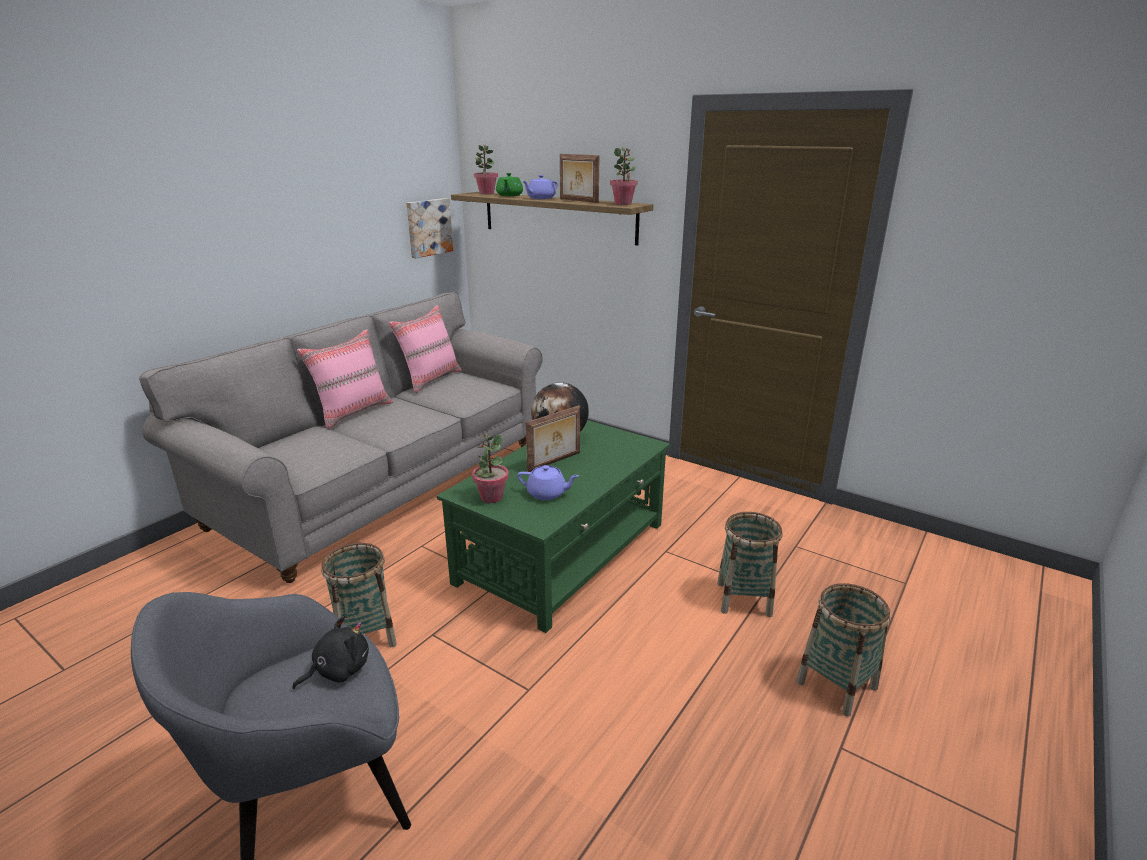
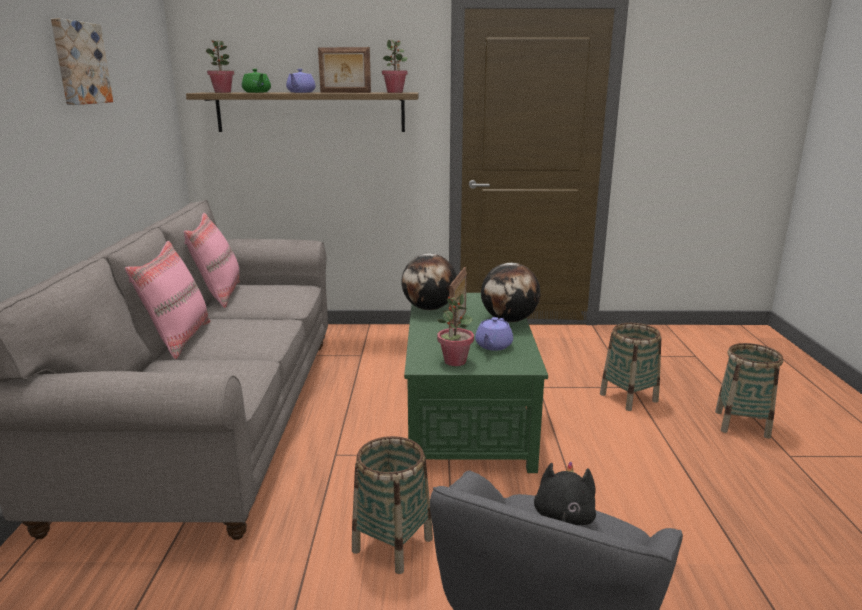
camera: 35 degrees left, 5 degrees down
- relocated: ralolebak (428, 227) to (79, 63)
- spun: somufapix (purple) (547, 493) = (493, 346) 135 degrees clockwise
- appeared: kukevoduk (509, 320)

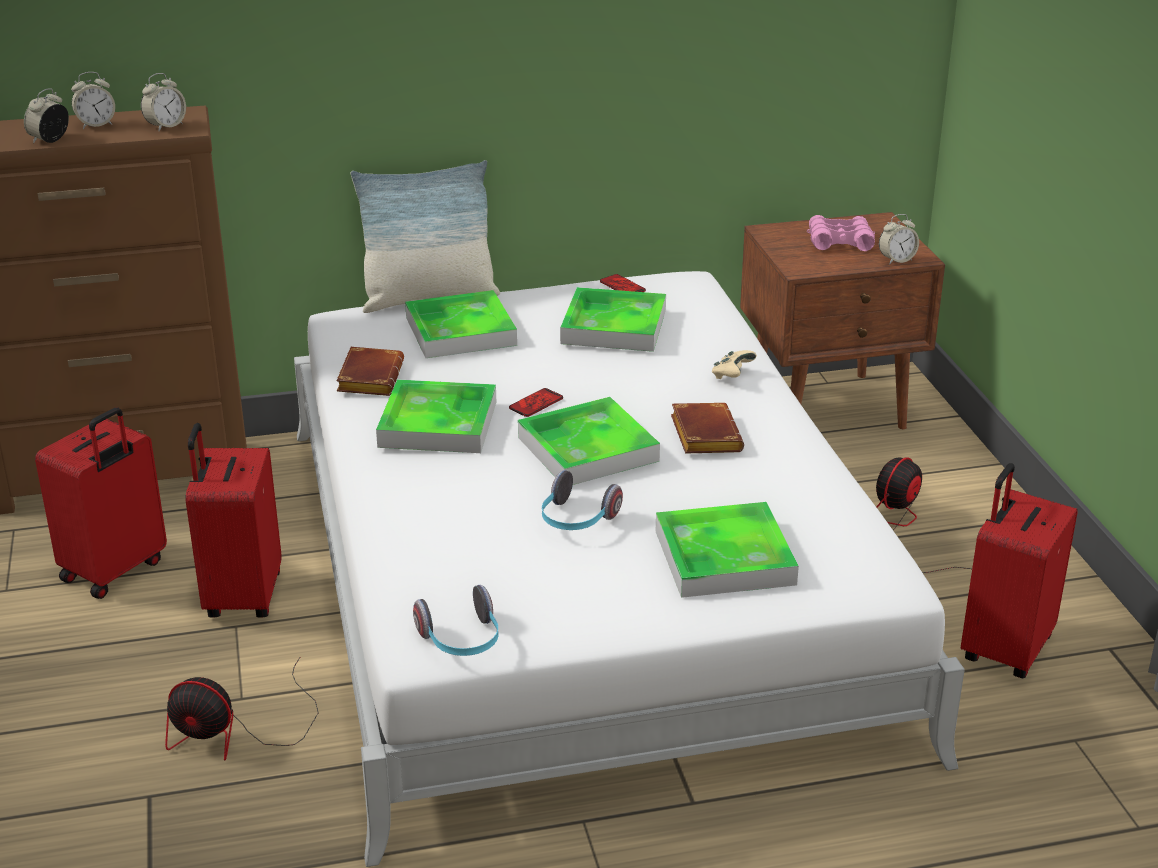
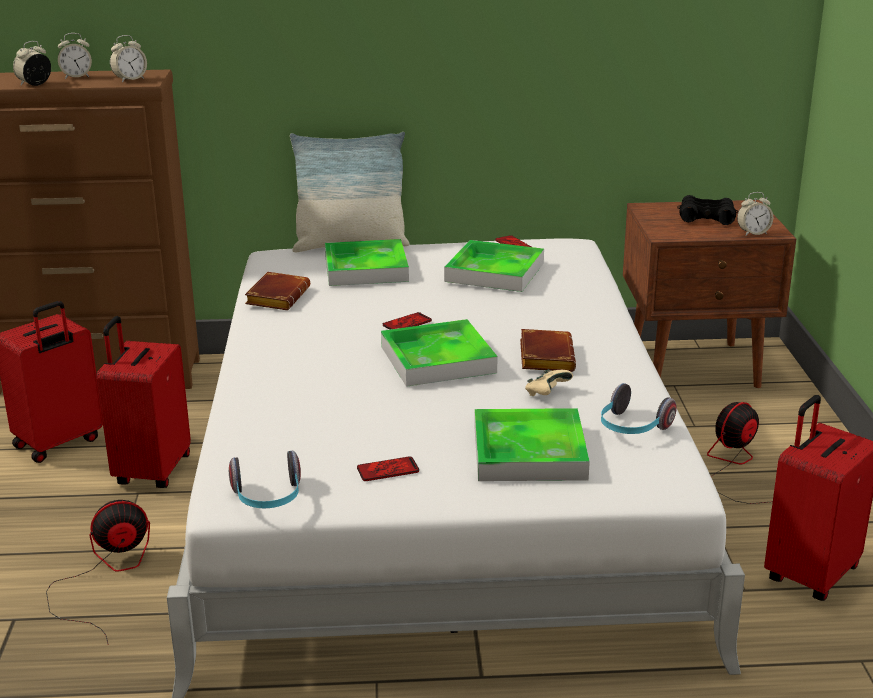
camera: 10 degrees right, 5 degrees down
- spun: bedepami (237, 731) = (106, 575) 135 degrees clockwise
- appeared: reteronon (388, 470)
- relocated: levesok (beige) (732, 375) to (547, 393)
- relocated: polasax (576, 520) to (632, 428)
- colour: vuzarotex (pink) (839, 242) to vuzarotex (black) (706, 218)
- missing: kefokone (438, 424)

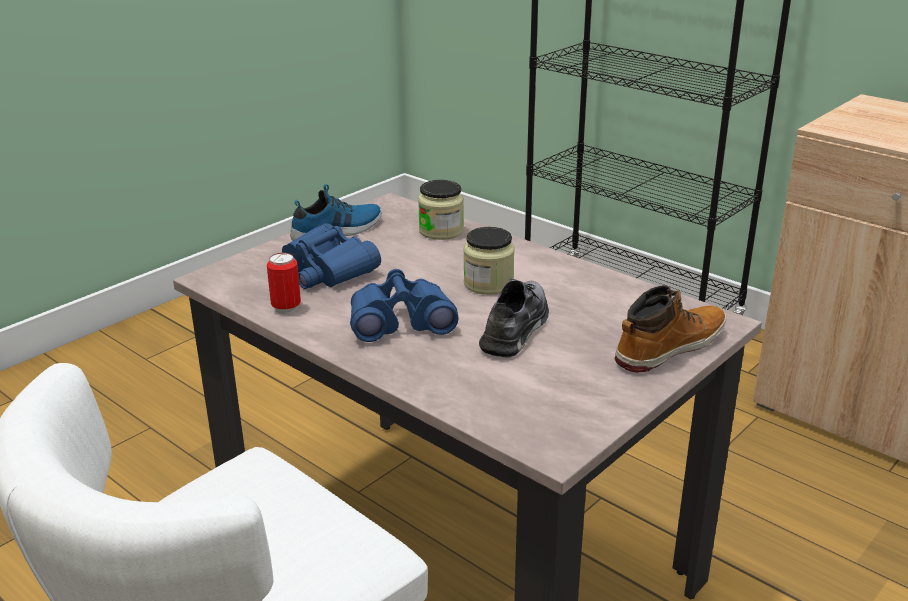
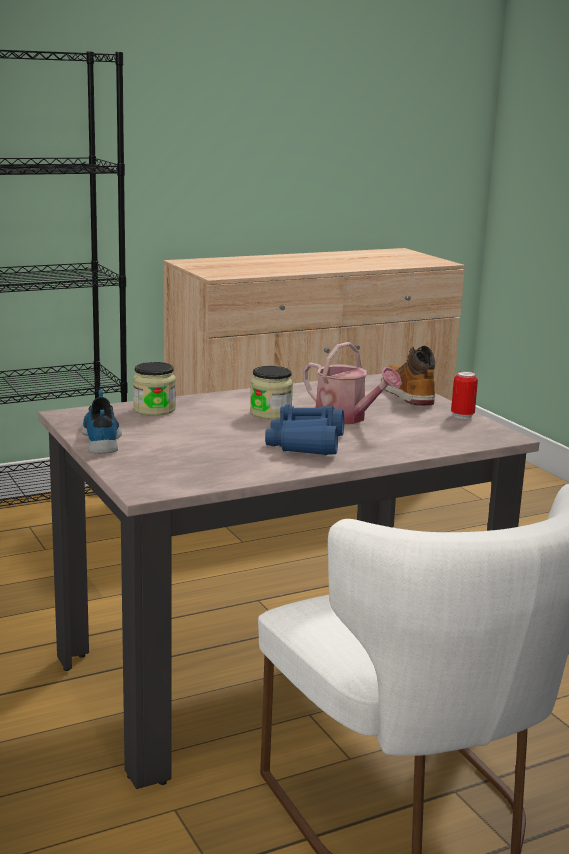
camera: 70 degrees left, 10 degrees down
- exchanged: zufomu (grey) (516, 327) to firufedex (346, 418)
- relocated: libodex (286, 308) to (462, 416)
- missing: vuzarotex (blue) (325, 271)

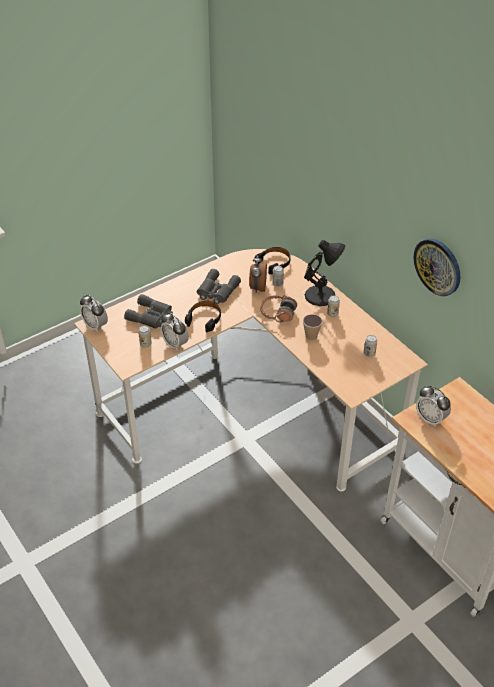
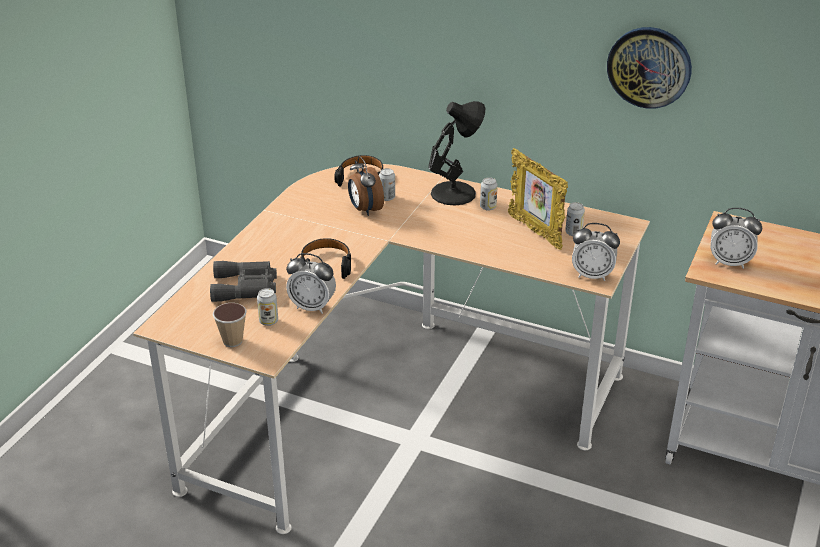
camera: 30 degrees left, 10 degrees down
- relocated: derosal (311, 336) to (232, 341)
- appeared: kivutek (535, 232)
- relocated: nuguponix (95, 326) to (592, 275)
- missing: vuzarotex (grey) (217, 291)
- missing: polasax (277, 313)

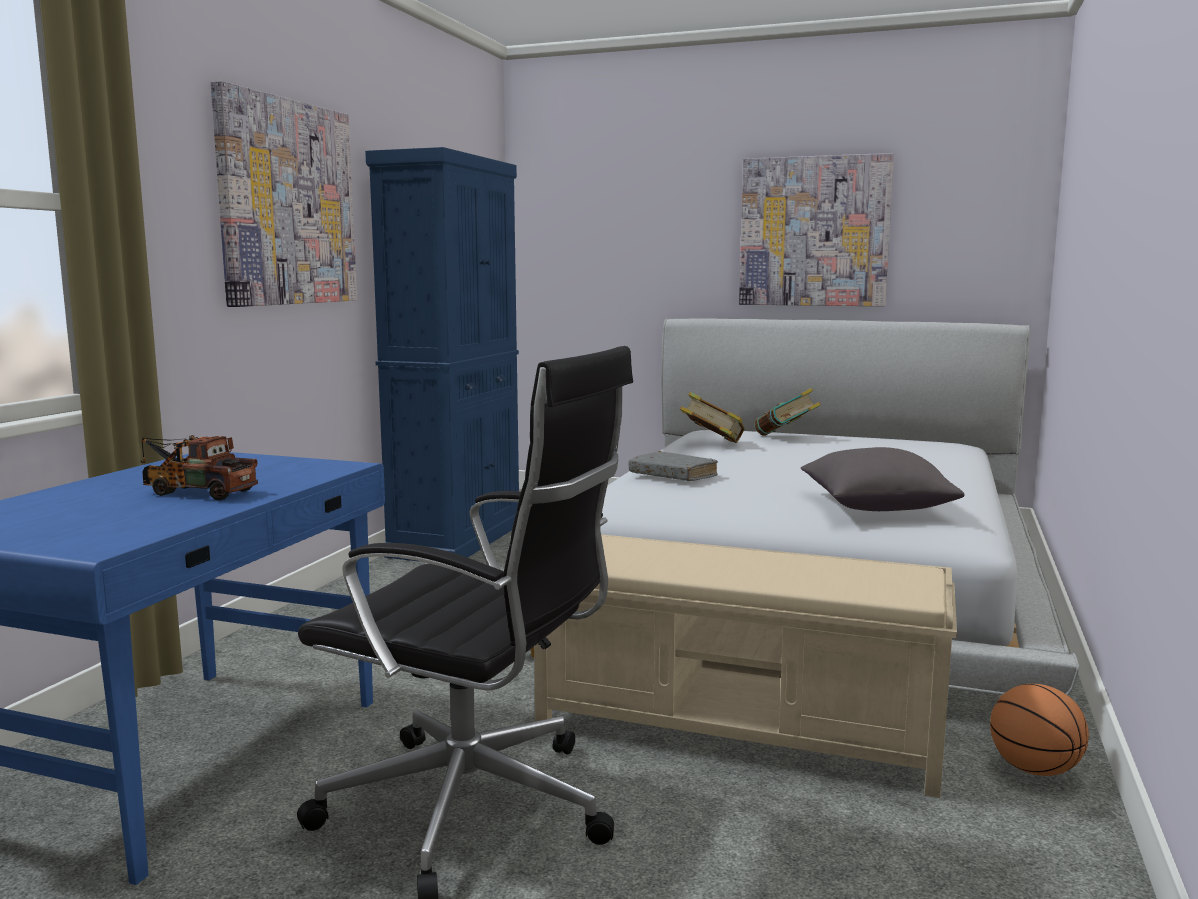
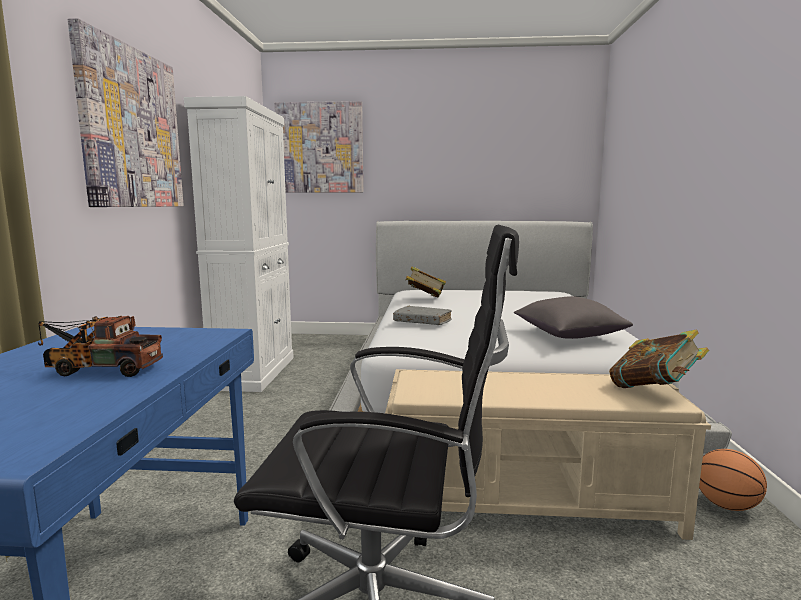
camera: 15 degrees left, 0 degrees up
- colour: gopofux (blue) (457, 539) to gopofux (white) (254, 372)
- relocated: ralolebak (814, 232) to (320, 148)
- relocated: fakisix (785, 437) to (654, 391)

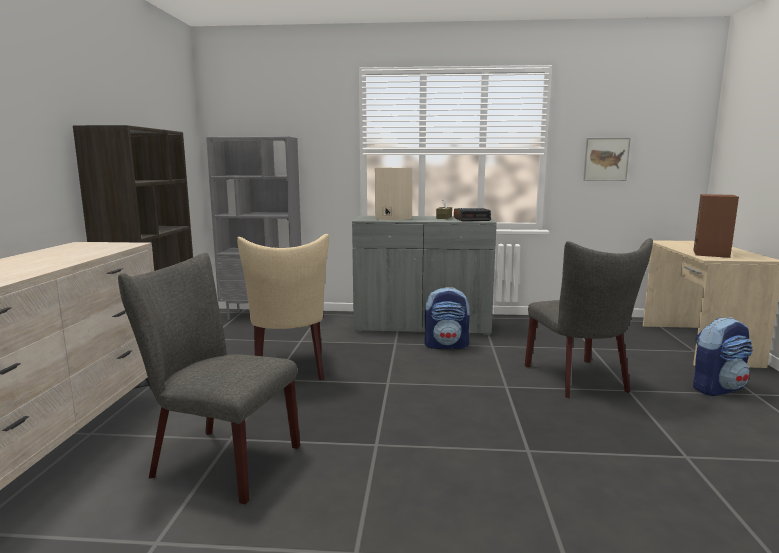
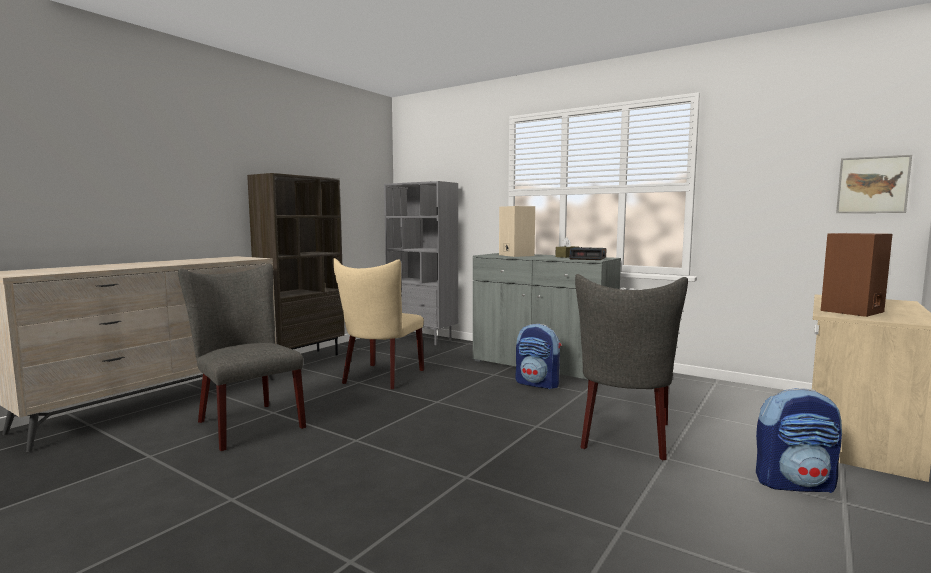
camera: 30 degrees right, 5 degrees down
- relocated: ralolebak (606, 159) to (872, 185)

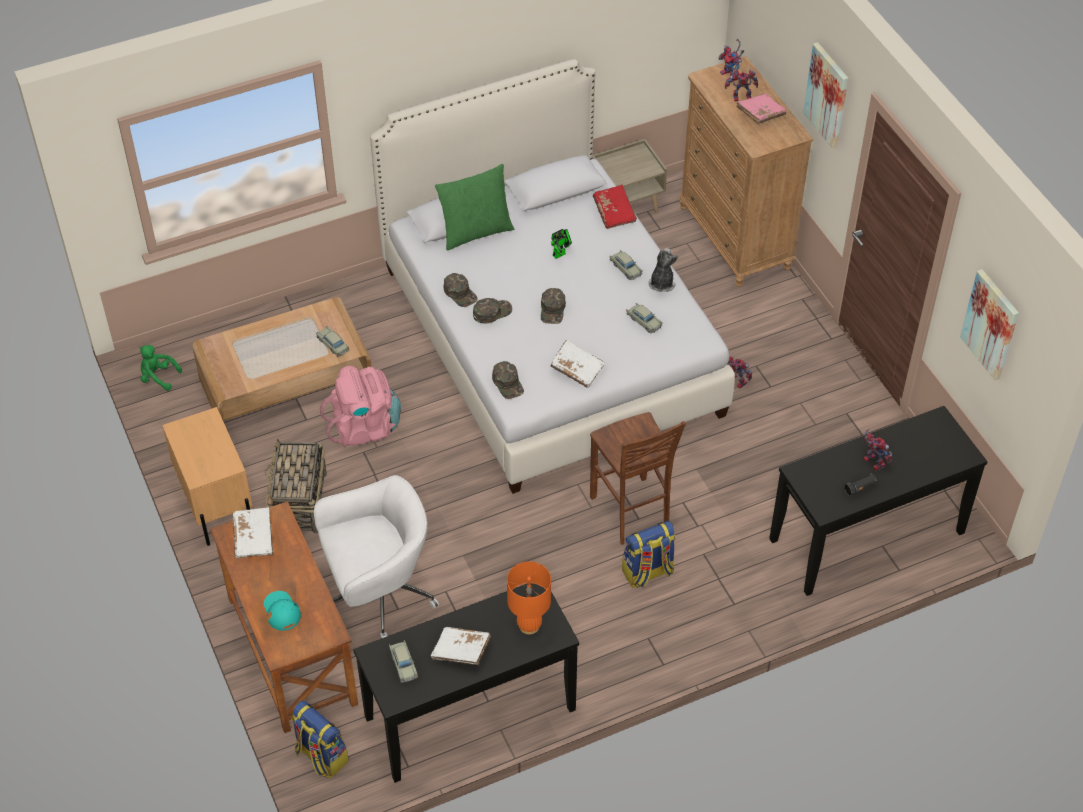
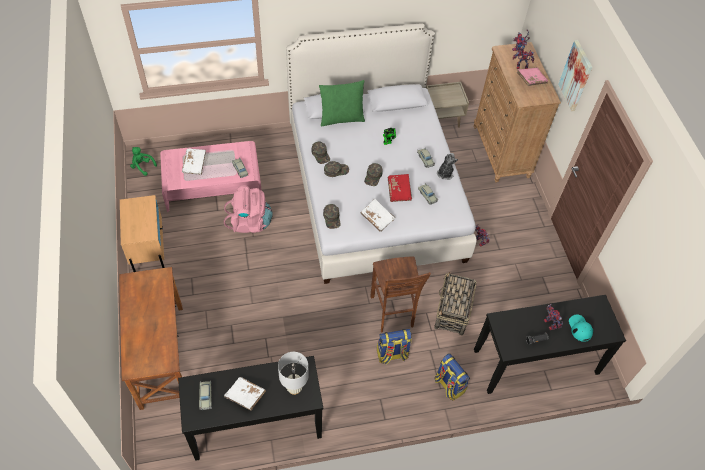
camera: 10 degrees right, 5 degrees up
- colour: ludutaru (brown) (286, 384) to ludutaru (pink) (213, 186)
- relocated: fakisix (white) (254, 538) to (194, 164)
- colour: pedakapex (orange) (529, 626) to pedakapex (white) (294, 388)
- relocated: fakisix (red) (614, 212) to (399, 191)
- relocated: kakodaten (299, 503) to (452, 312)
- relocated: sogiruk (321, 756) to (448, 385)
- relocated: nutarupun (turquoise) (281, 611) to (580, 328)
- missing: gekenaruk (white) (378, 594)
- missing: ralolebak (991, 324)

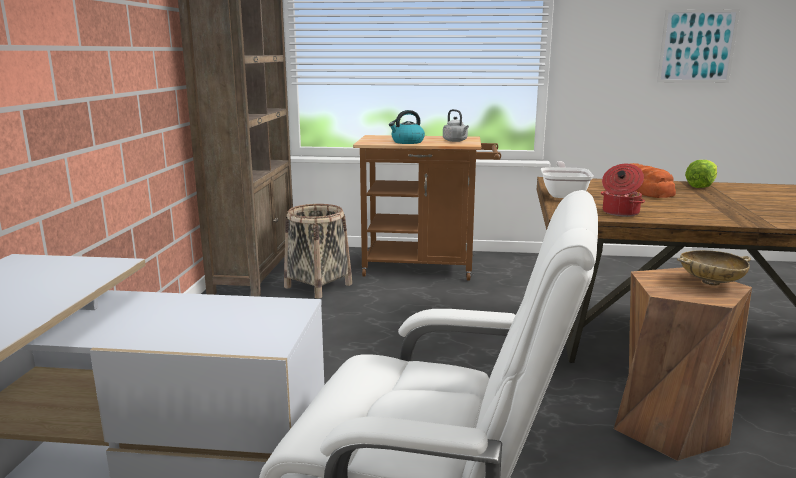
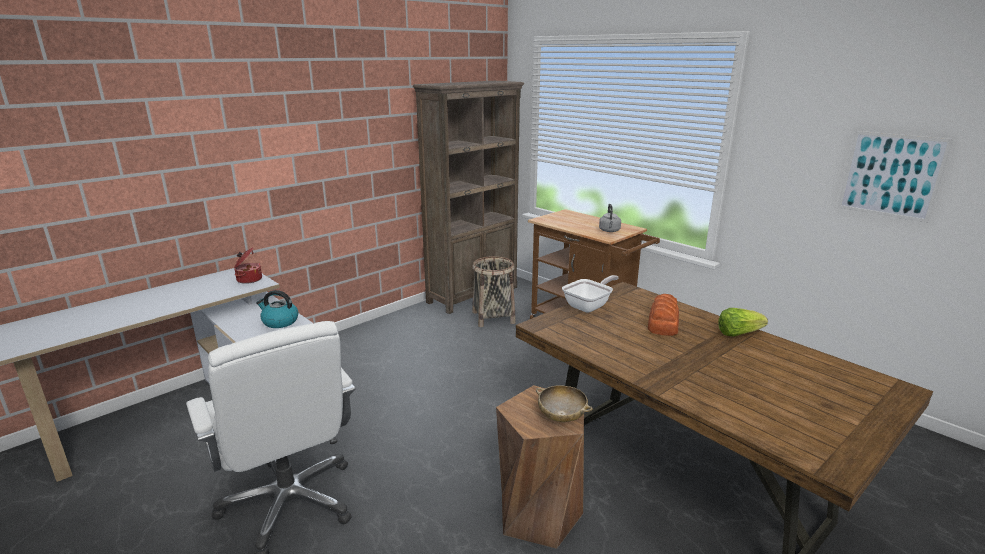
camera: 40 degrees right, 5 degrees up
- relocated: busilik (619, 212) to (248, 279)
- relocated: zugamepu (407, 142) to (279, 322)

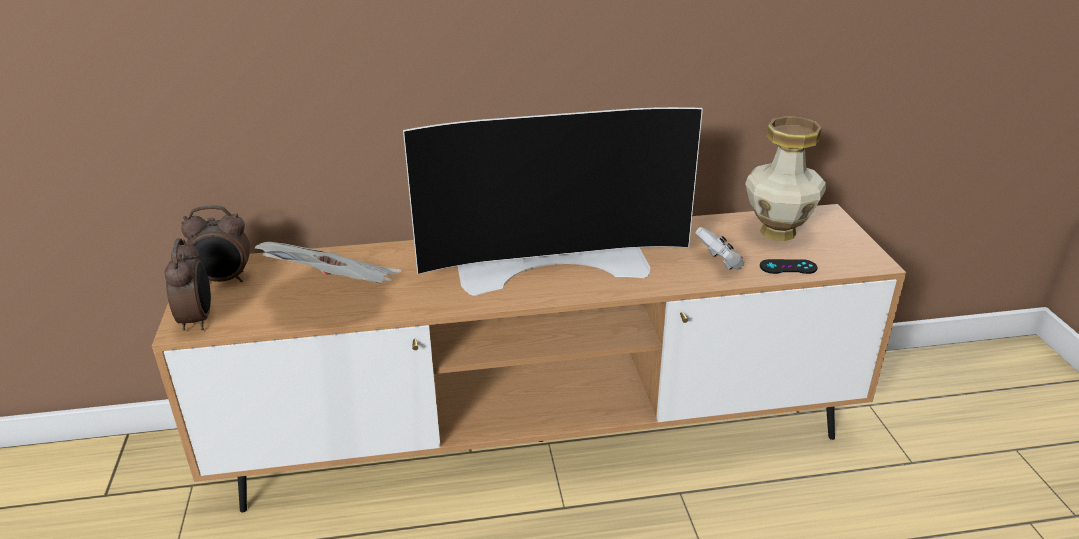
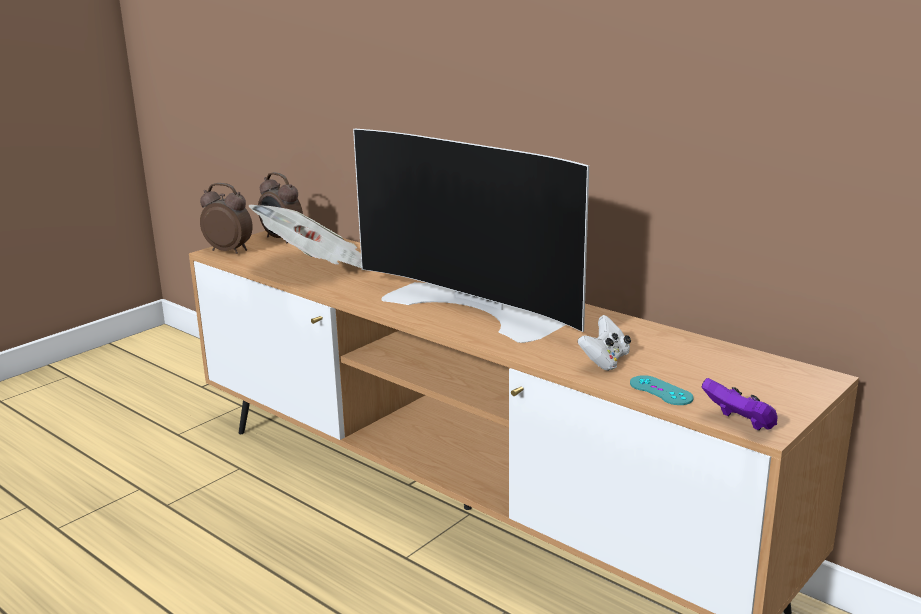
camera: 50 degrees right, 10 degrees down
- spun: nuguponix (198, 319) = (229, 251) 105 degrees counterclockwise
- colour: levesok (black) (788, 267) to levesok (turquoise) (661, 391)
- appeared: levesok (purple) (740, 423)
- missing: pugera (778, 231)

